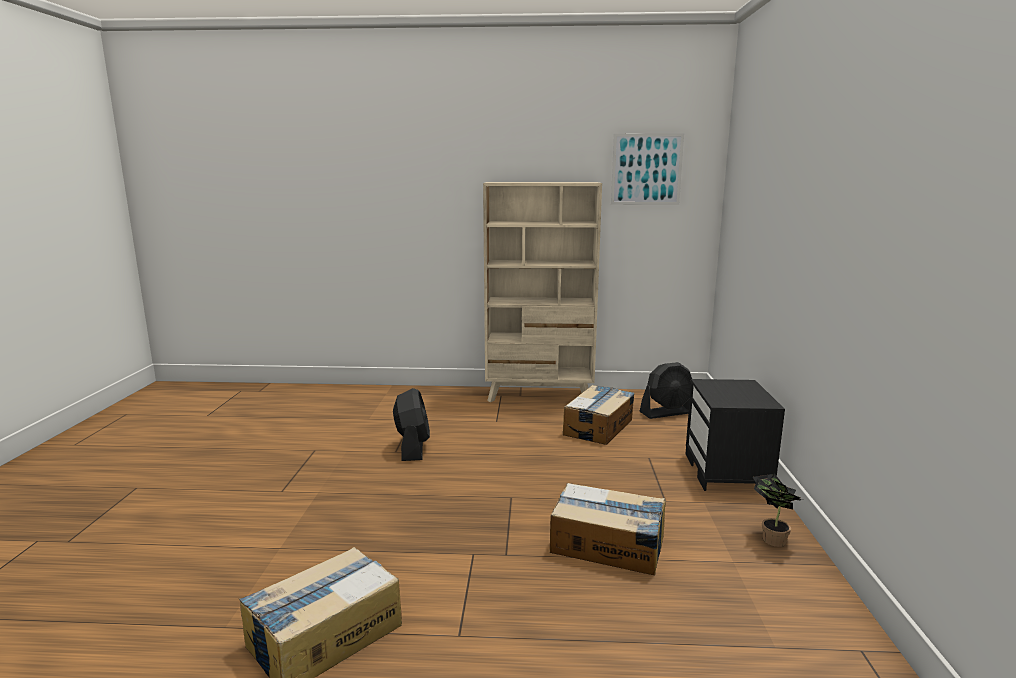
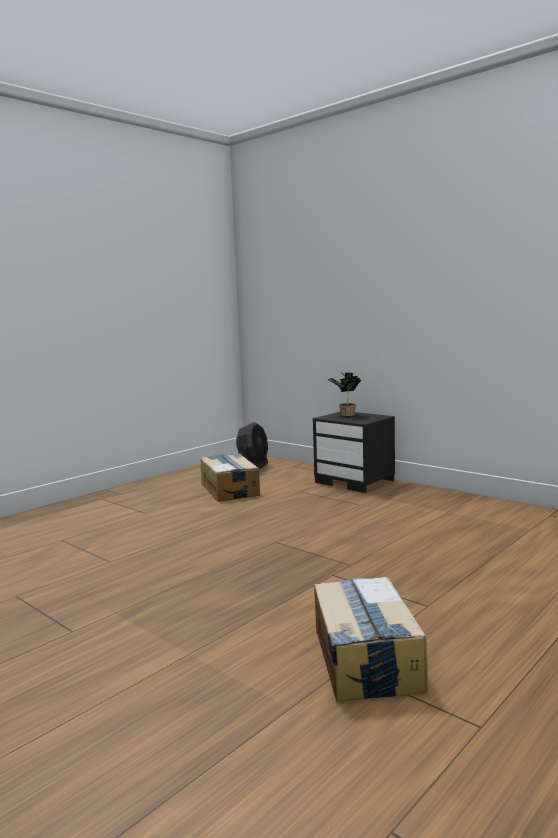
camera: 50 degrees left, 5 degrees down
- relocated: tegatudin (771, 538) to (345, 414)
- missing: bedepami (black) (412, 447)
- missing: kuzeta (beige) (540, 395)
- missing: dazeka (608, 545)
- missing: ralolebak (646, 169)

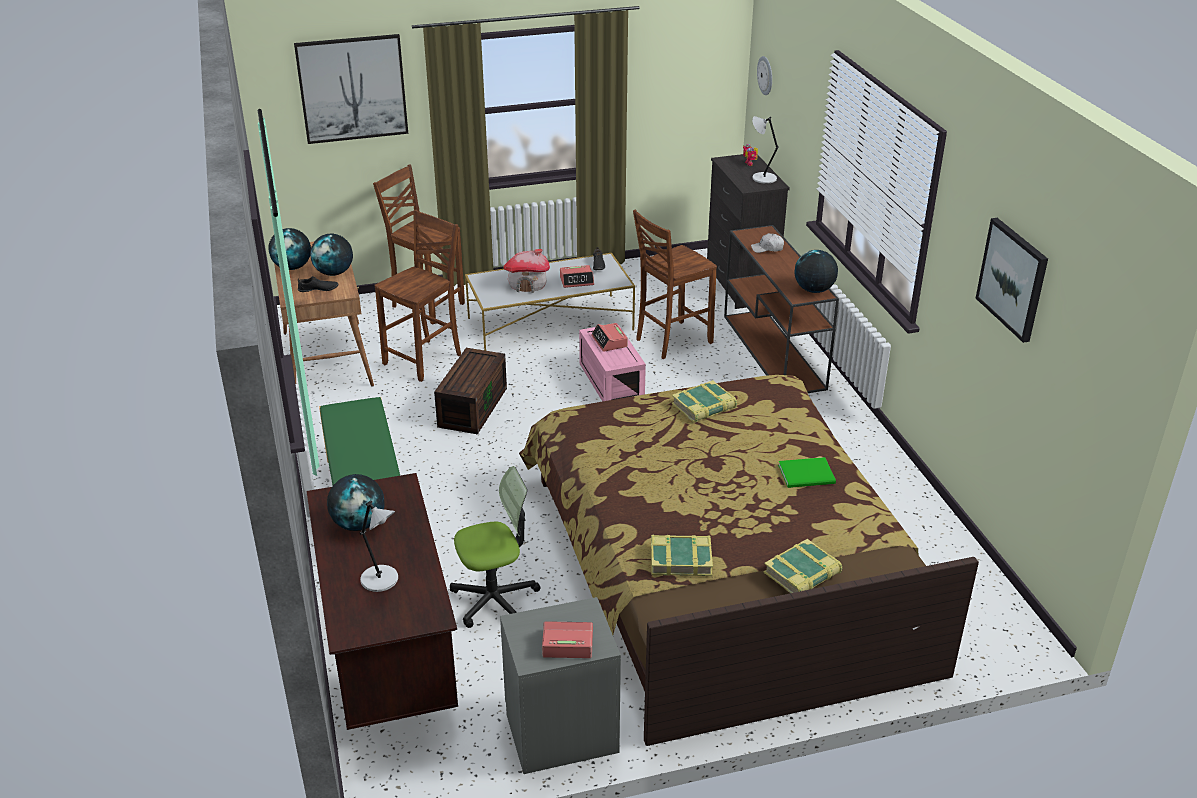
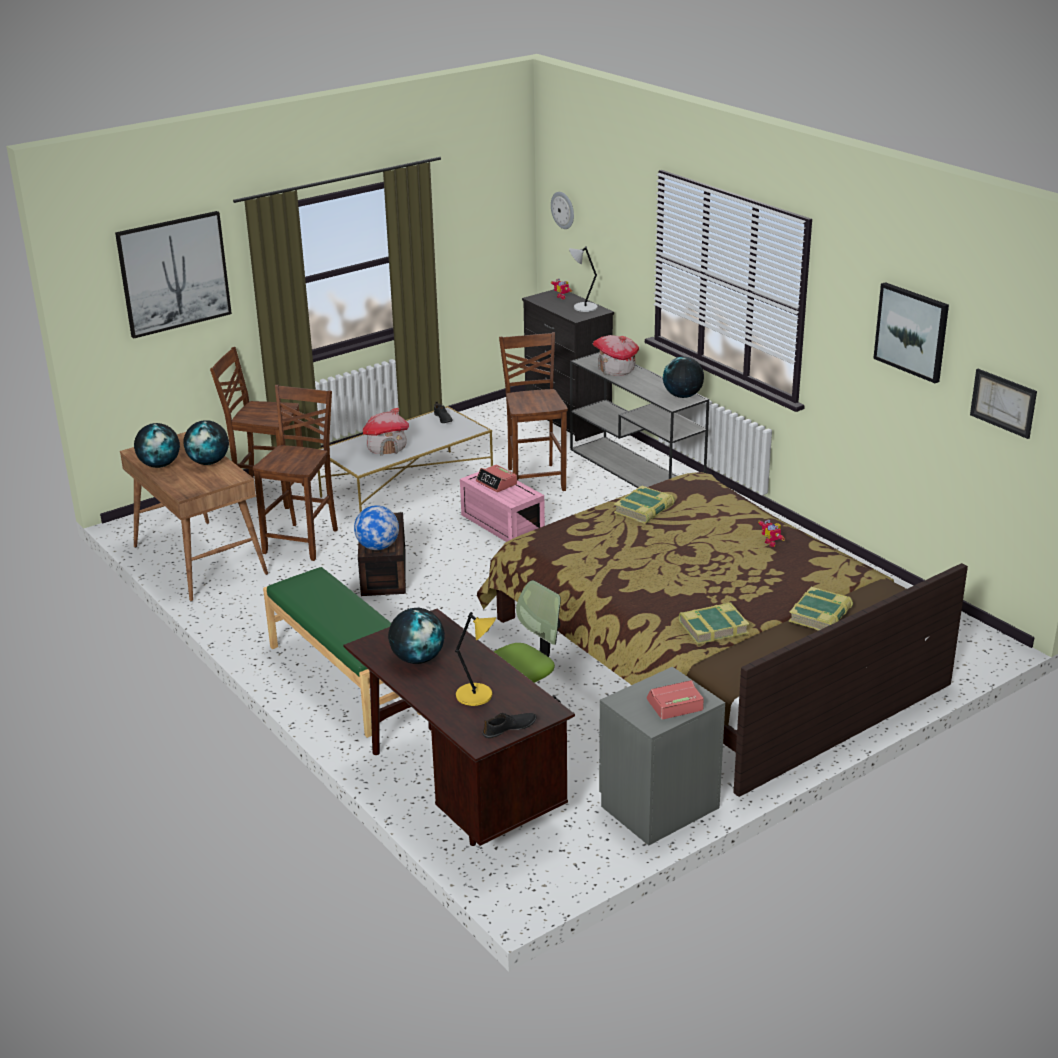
camera: 20 degrees left, 5 degrees down
- appeared: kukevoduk (378, 547)
- colour: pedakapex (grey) (381, 580) to pedakapex (yellow) (476, 695)
- relocated: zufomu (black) (318, 289) to (509, 728)
- spun: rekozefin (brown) (671, 341) = (535, 479) 135 degrees clockwise
- colour: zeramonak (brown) (774, 352) to zeramonak (grey) (637, 470)
- exchanged: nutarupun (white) (767, 248) to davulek (616, 370)
- exchanged: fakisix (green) (808, 475) to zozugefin (772, 543)
- appeared: ralolebak (1003, 403)
- missing: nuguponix (577, 281)

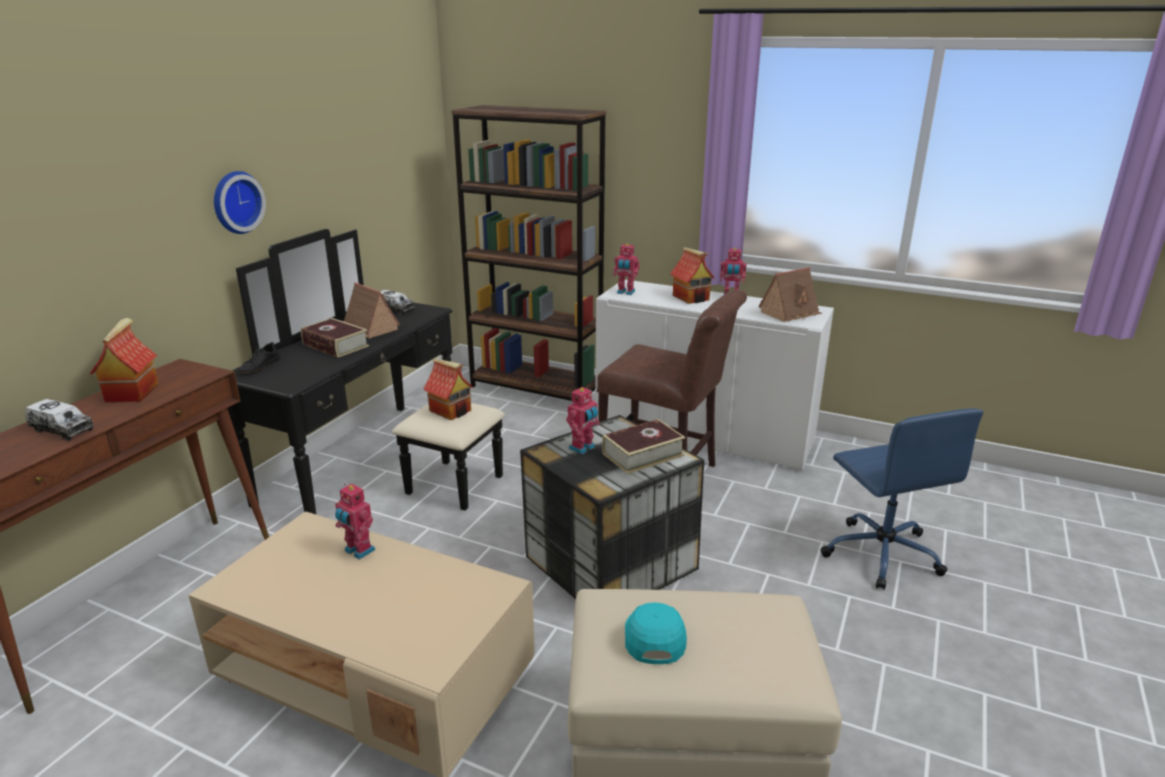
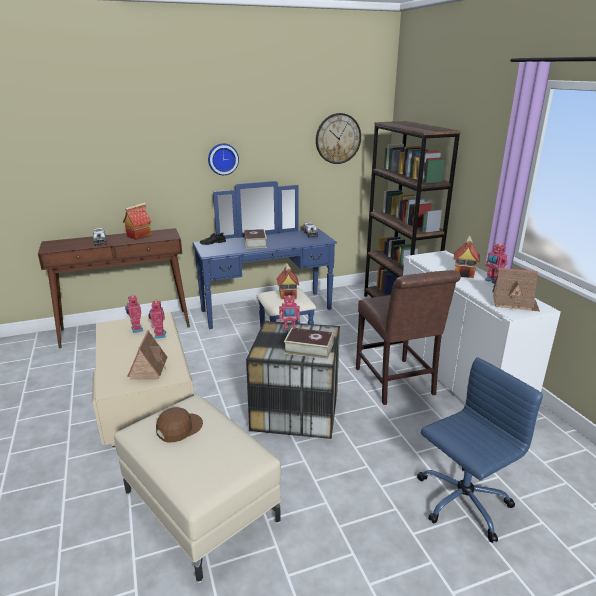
camera: 45 degrees right, 0 degrees up
- relocated: zozugefin (625, 292) to (136, 329)
- relocated: davulek (370, 328) to (149, 368)
- colour: nutarupun (turquoise) (654, 637) to nutarupun (brown) (179, 428)
- colour: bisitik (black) (383, 464) to bisitik (blue) (271, 316)
- appeared: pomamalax (338, 138)
- spun: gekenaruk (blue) (881, 553) = (461, 502) 150 degrees counterclockwise

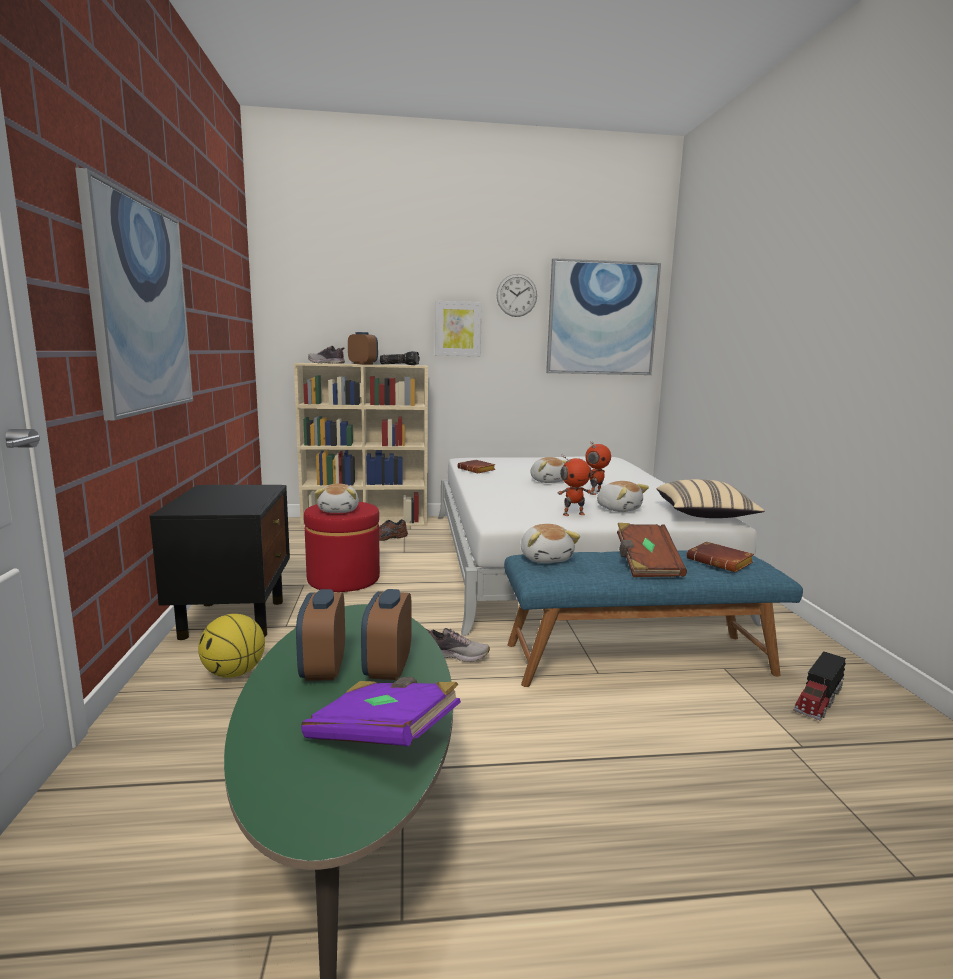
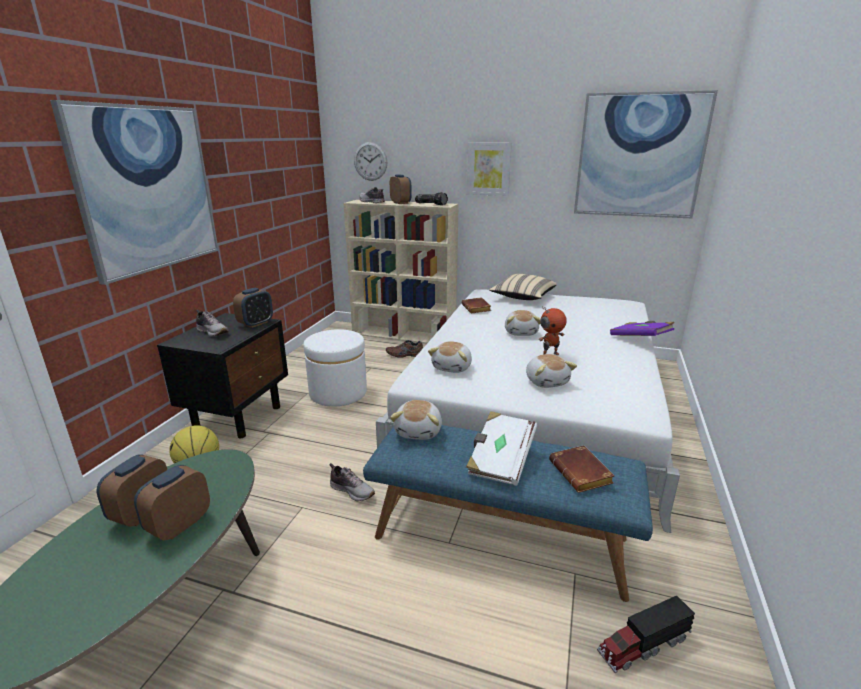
camera: 25 degrees right, 10 degrees up
- appeared: zufomu (213, 332)
- appeared: nuguponix (256, 323)
- colour: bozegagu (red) (343, 579) to bozegagu (white) (338, 393)
- relocated: pomamalax (516, 295) to (370, 161)
- relocated: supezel (339, 510) to (453, 367)
- colour: fakisix (brown) (646, 565) to fakisix (white) (500, 460)
- relocated: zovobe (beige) (704, 516) to (522, 297)
- relocated: fakisix (purple) (383, 736) to (640, 339)
- missing: zozugefin (573, 514)

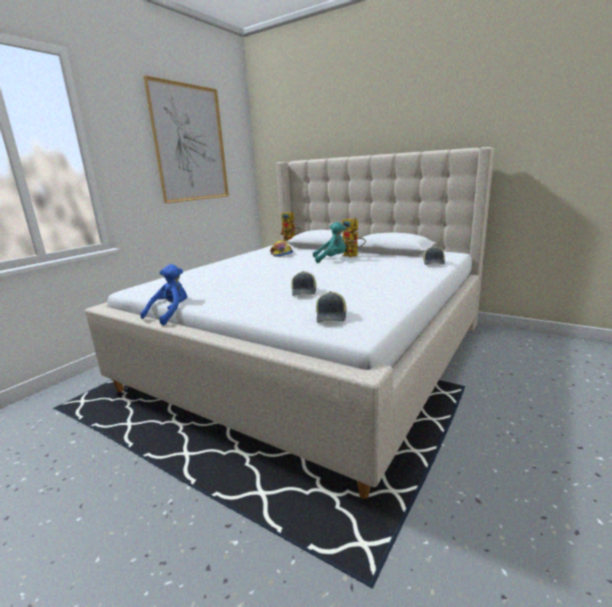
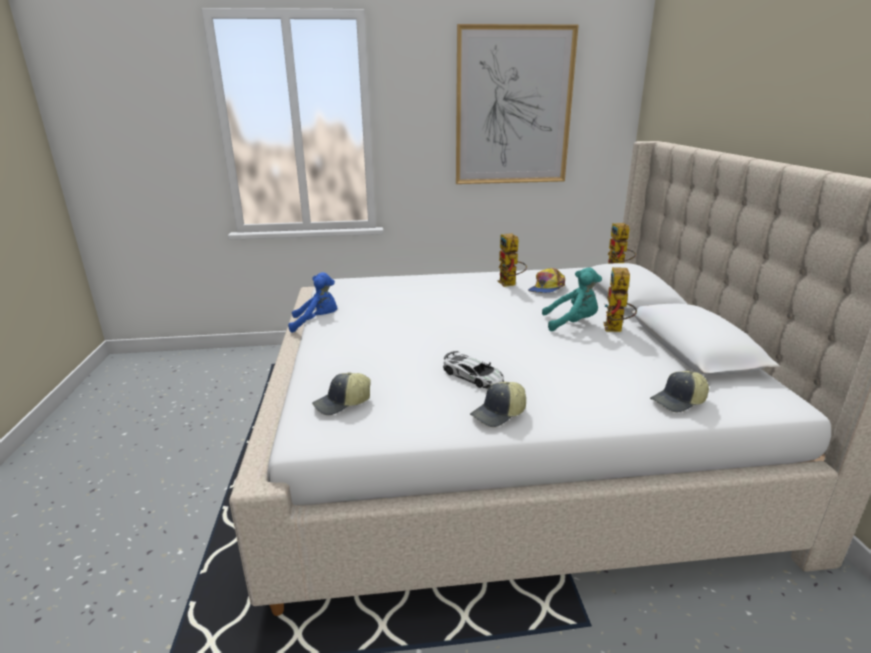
camera: 50 degrees right, 5 degrees up
- appeared: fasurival (473, 376)
- relocated: nutarupun (304, 292) to (499, 414)
- appeared: zozugefin (510, 284)
- spun: supezel (turquoise) (331, 259) = (572, 323) 45 degrees counterclockwise

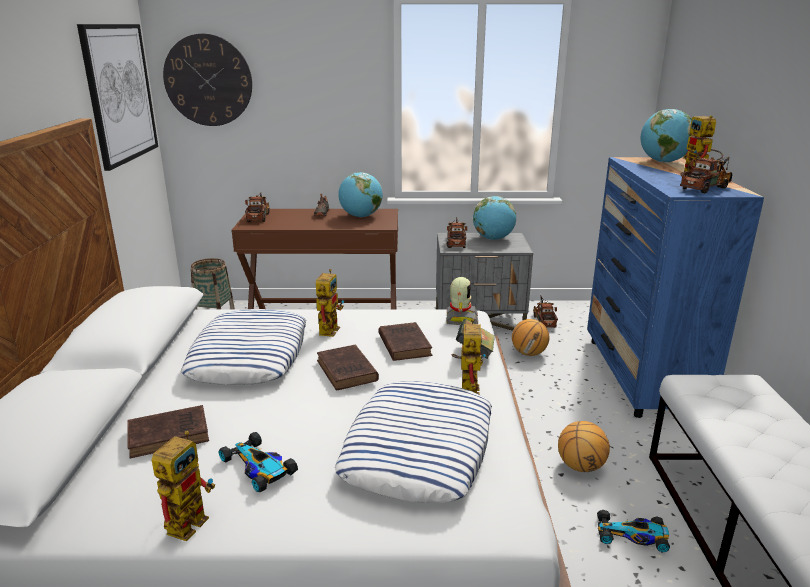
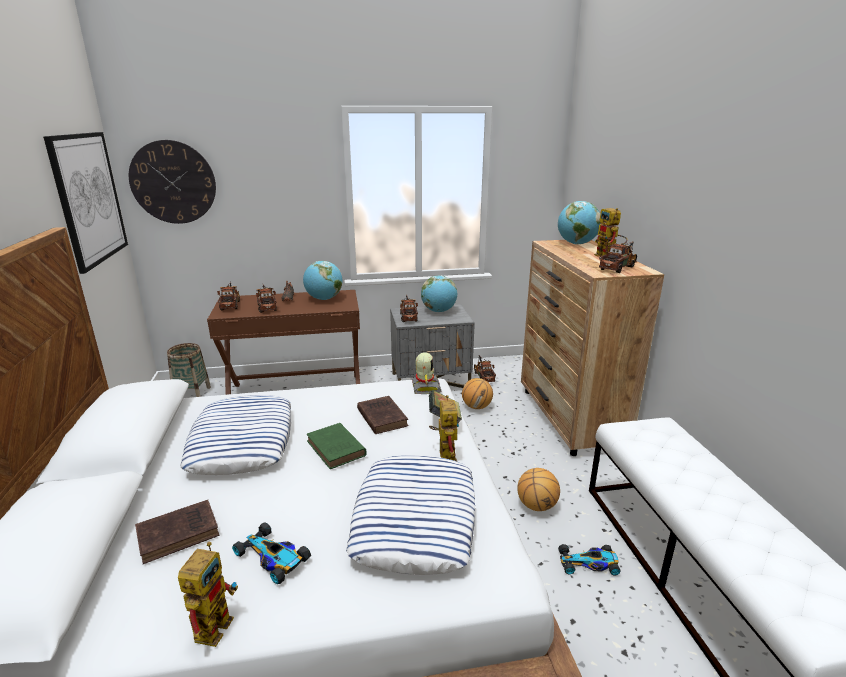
camera: 10 degrees left, 0 degrees up
- appeared: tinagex (267, 306)
- colour: fakisix (brown) (347, 372) to fakisix (green) (337, 449)
- colour: bisitik (blue) (642, 376) to bisitik (brown) (570, 418)
- missing: zozugefin (329, 328)

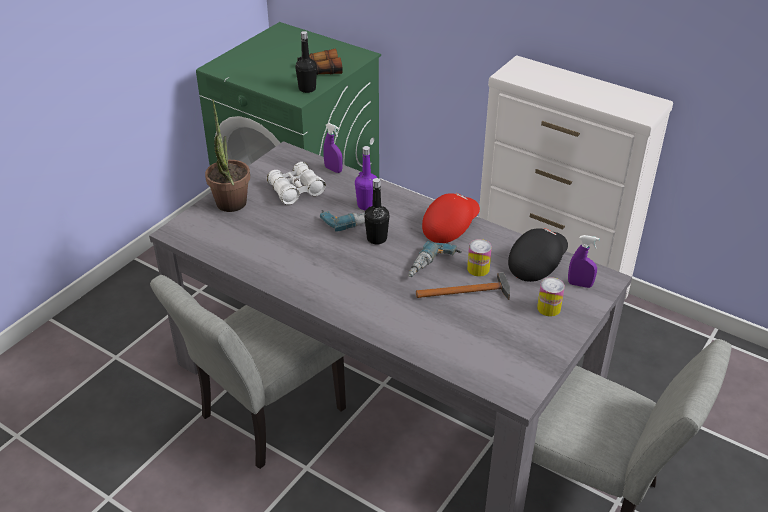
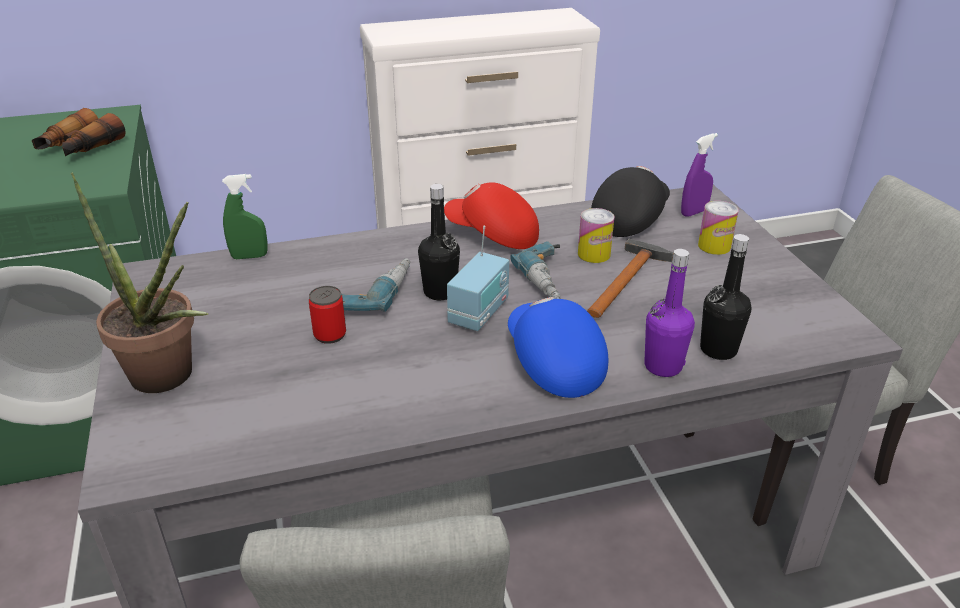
camera: 50 degrees left, 5 degrees down
- colour: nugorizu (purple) (333, 169) to nugorizu (green) (249, 256)
- appeared: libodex (330, 335)
- spun: nutarupun (red) (449, 227) = (492, 235) 60 degrees counterclockwise
- appeared: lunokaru (479, 313)
- appeared: nutarupun (blue) (553, 363)
- spun: nutarupun (black) (536, 263) = (629, 218) 45 degrees clockwise
- relocated: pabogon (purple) (367, 205) to (663, 366)
- relocated: pabogon (black) (307, 89) to (718, 349)
- missing: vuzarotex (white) (296, 190)

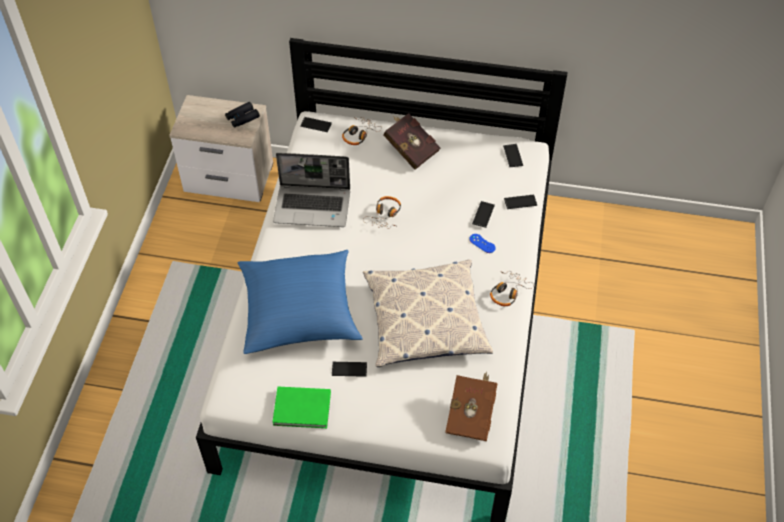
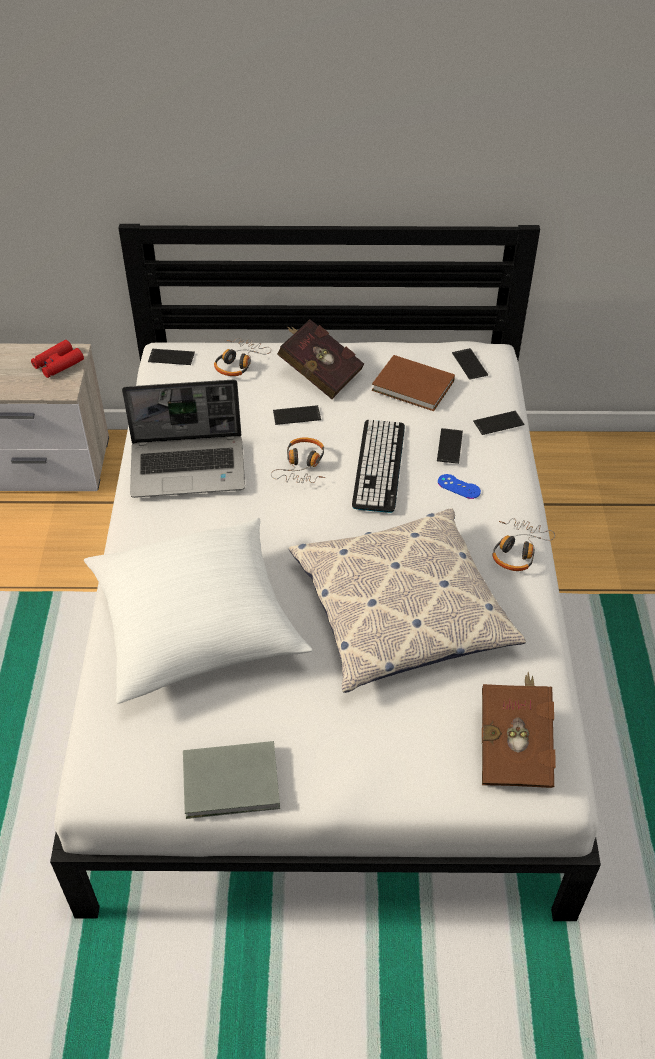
camera: 10 degrees left, 5 degrees down
- colour: vuzarotex (black) (242, 118) to vuzarotex (red) (58, 364)
- colour: zovobe (blue) (299, 312) to zovobe (white) (196, 625)
- colour: fakisix (green) (303, 409) to fakisix (grey) (234, 783)
- relocated: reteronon (349, 369) to (296, 415)
- appeared: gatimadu (379, 465)
- appeared: fakisix (brown) (414, 387)

